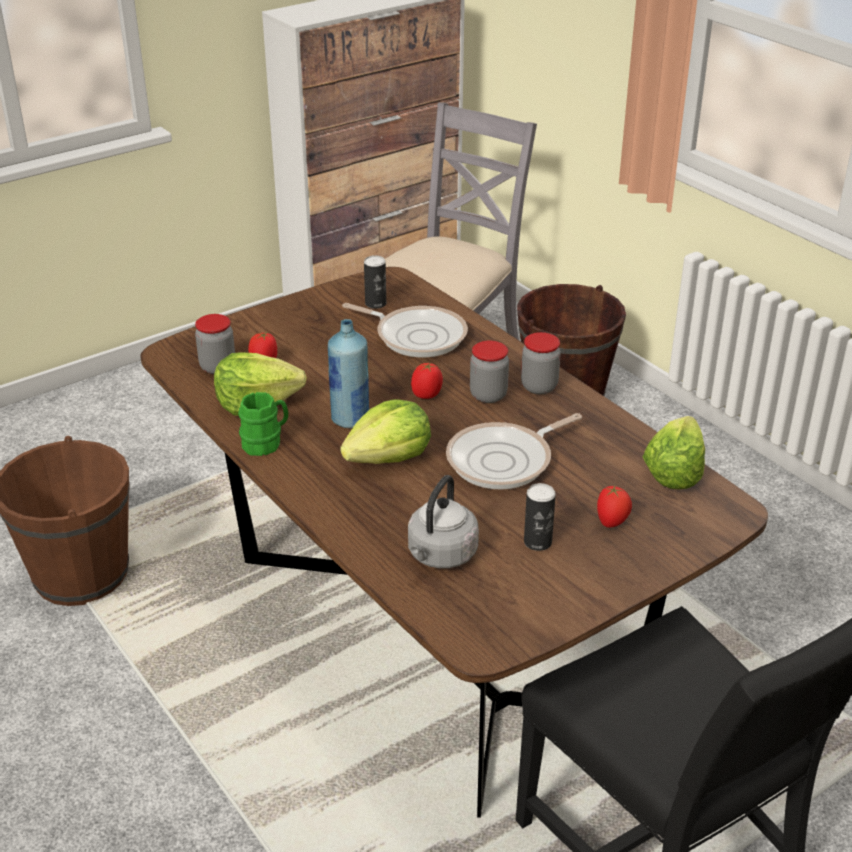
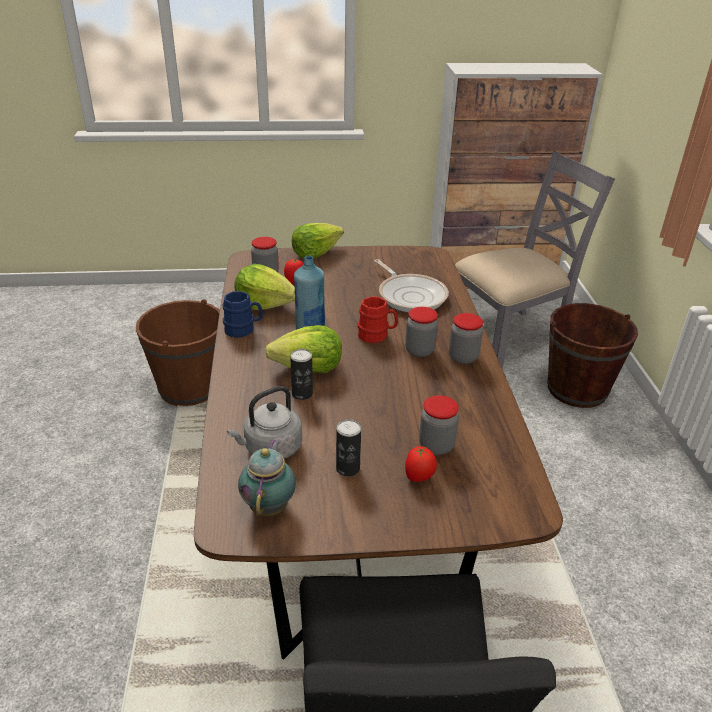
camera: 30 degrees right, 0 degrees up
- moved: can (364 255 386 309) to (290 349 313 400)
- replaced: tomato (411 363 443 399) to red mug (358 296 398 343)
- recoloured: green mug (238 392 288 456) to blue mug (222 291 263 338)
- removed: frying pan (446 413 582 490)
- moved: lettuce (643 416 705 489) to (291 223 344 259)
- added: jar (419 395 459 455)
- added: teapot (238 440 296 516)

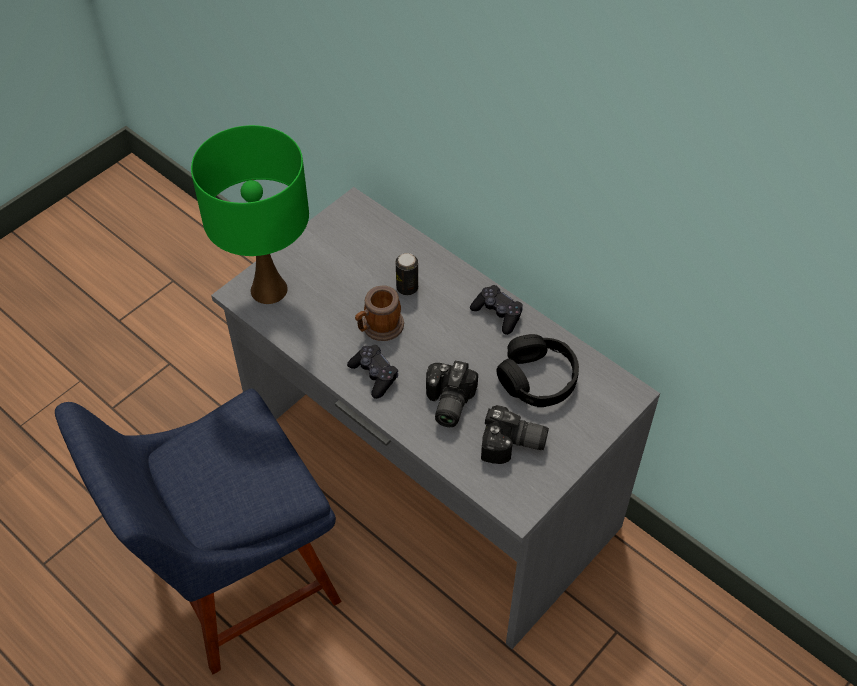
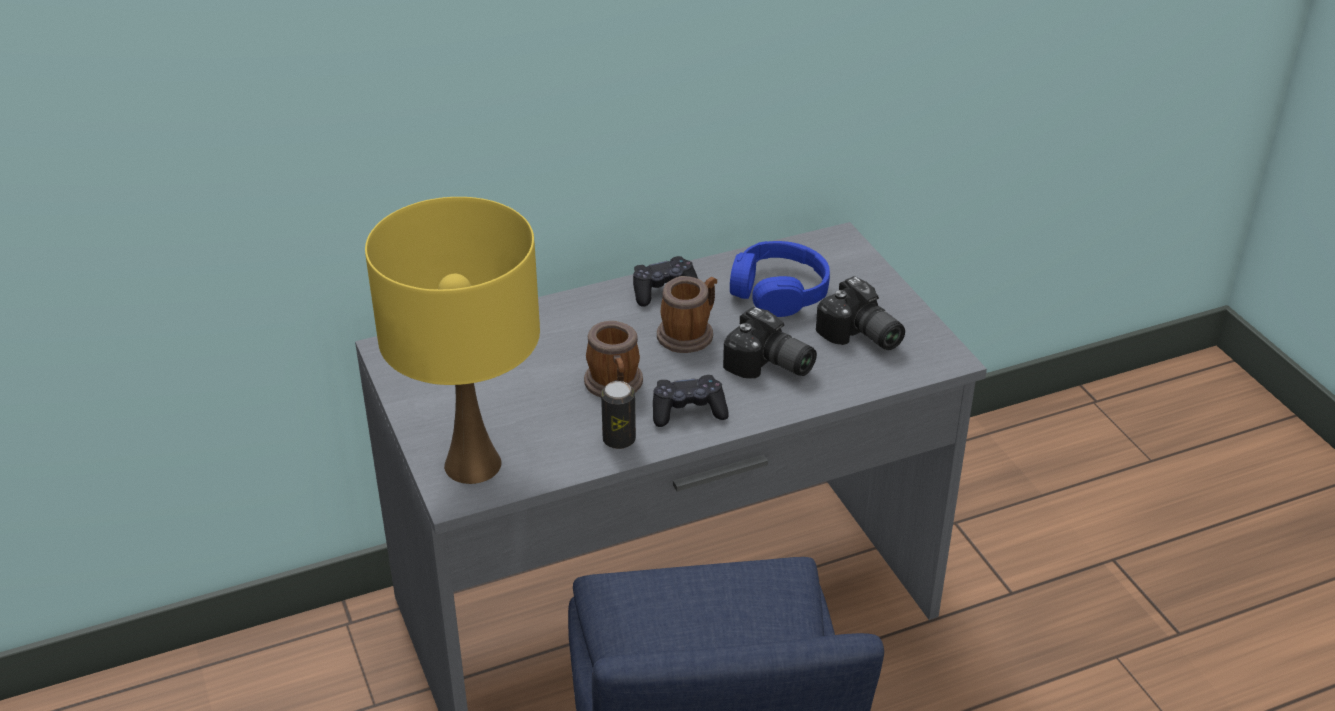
camera: 65 degrees left, 15 degrees down
- recoloured: green table lamp (191 125 309 304) to yellow table lamp (365 197 540 484)
- moved: can (396 253 418 295) to (601 381 636 449)
- recoloured: black headphones (497 334 579 407) to blue headphones (730 241 830 317)
- turned: photo camera (481 405 549 464) = (816 276 905 350) 105 degrees clockwise
- added: mug (657 276 717 353)

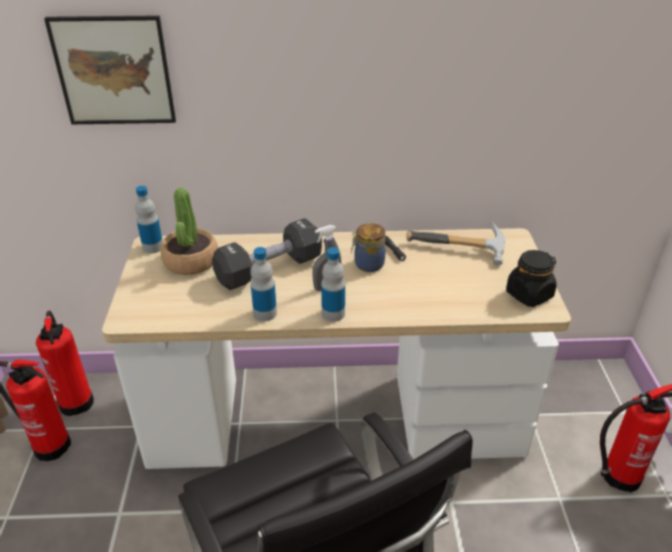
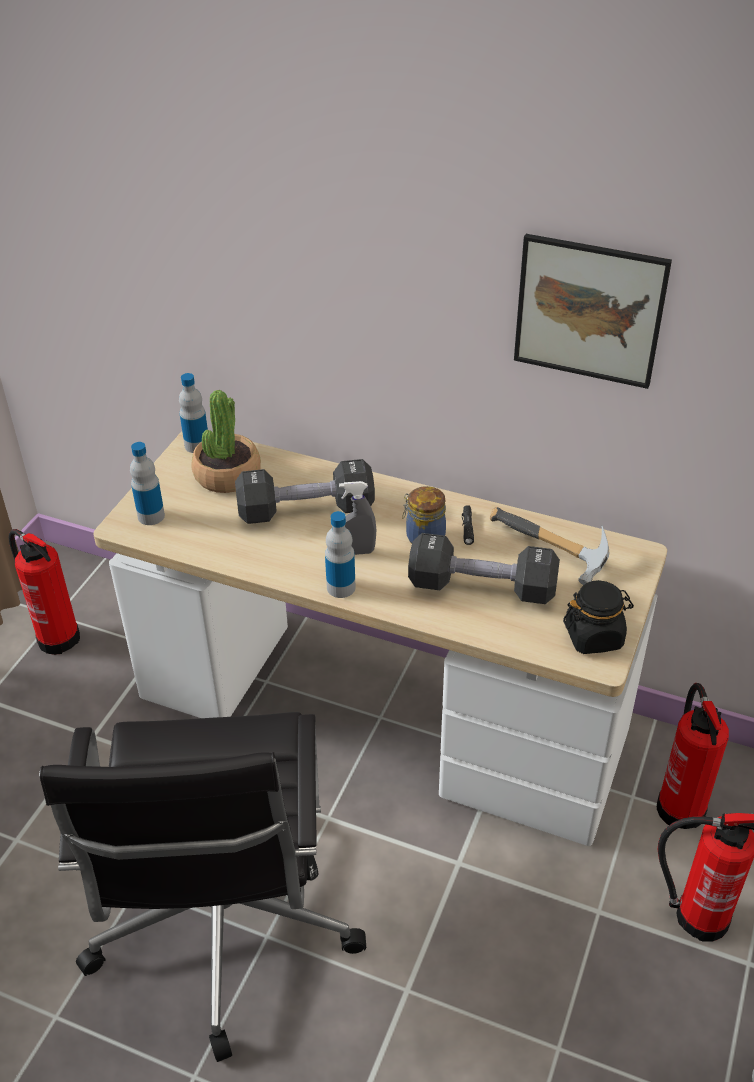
camera: 25 degrees right, 5 degrees up
- moved: picture (44 15 176 124) to (514 234 672 389)
- moved: bottle (251 247 277 321) to (130 442 165 525)
- moved: fire extinguisher (36 311 94 416) to (657 683 729 829)
- added: black dumbbell (408 533 560 604)

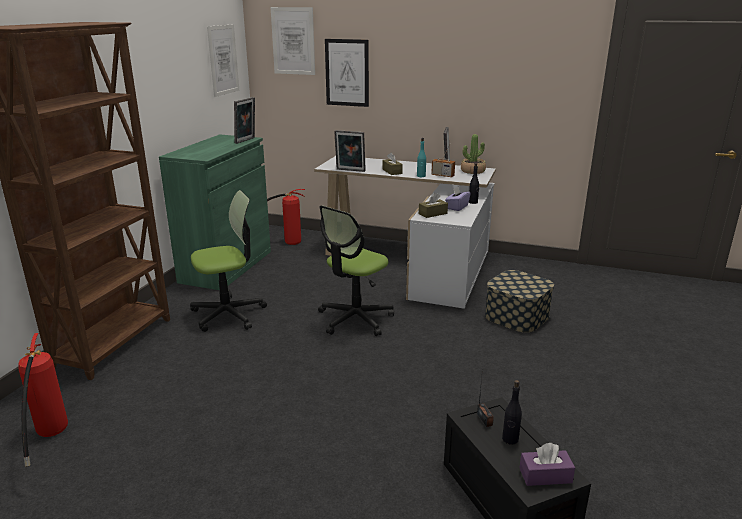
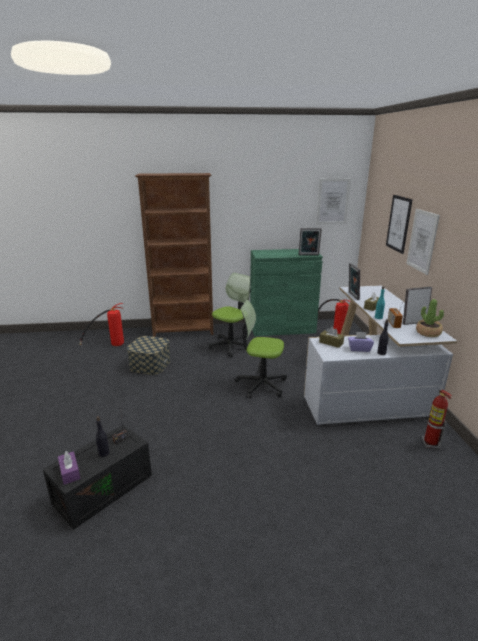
camera: 65 degrees right, 0 degrees up
- moved: picture (271 7 315 75) to (406 209 440 275)
- turned: office chair (190 190 267 332) = (209 273 251 357) 90 degrees counterclockwise
- moved: storage box (485 270 554 333) to (127 336 170 375)
- added: fire extinguisher (422 390 452 449)

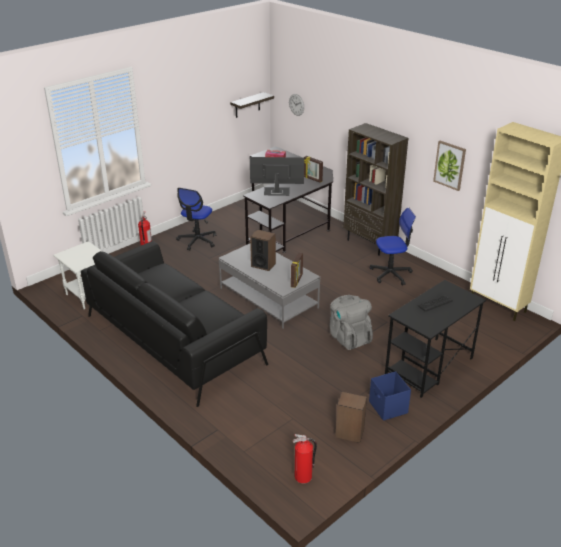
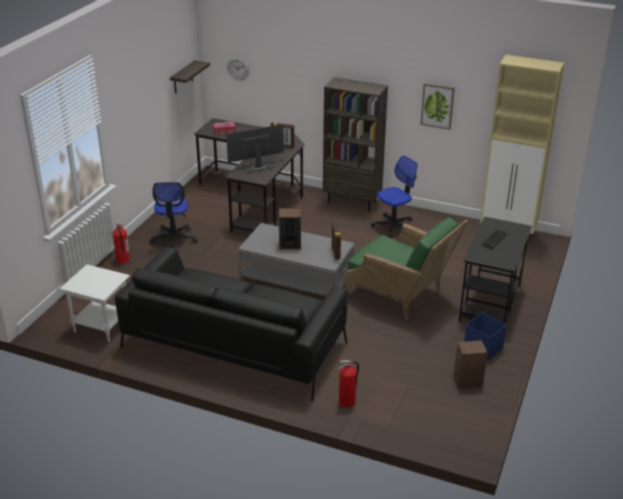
camera: 25 degrees left, 0 degrees up
- replaced: grey backpack (330 295 373 350) to green armchair (346 217 468 322)
- moved: fire extinguisher (293 434 317 484) to (338 360 359 408)

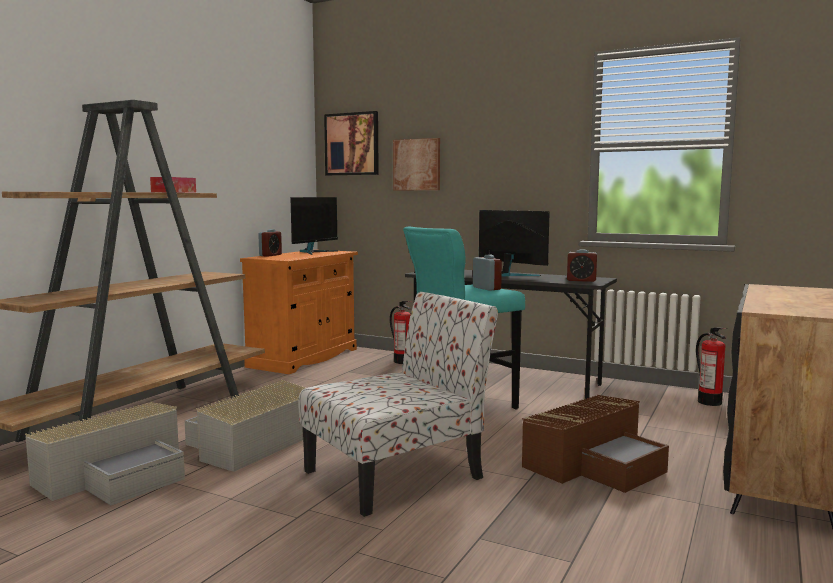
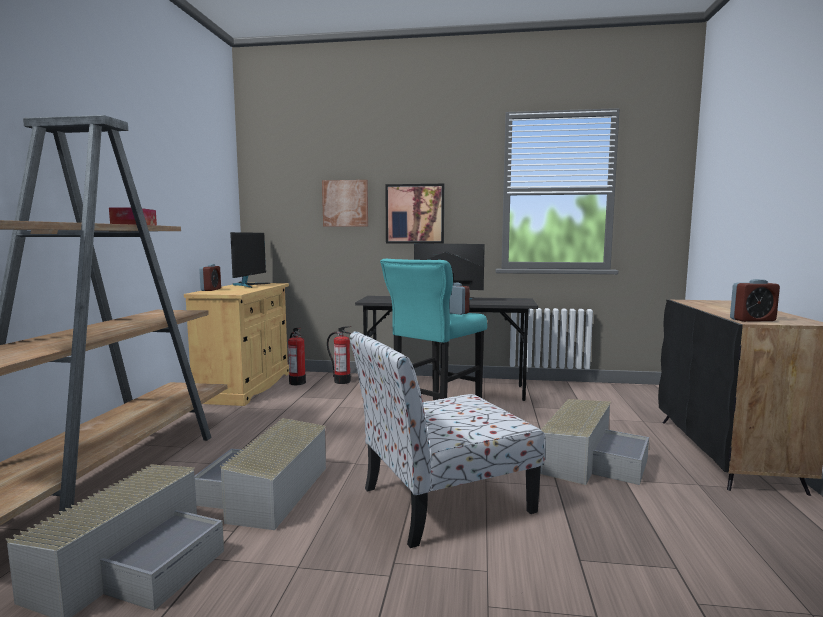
camera: 20 degrees left, 0 degrees up
- moved: picture (324 111 379 176) to (385 184 444 244)
- moved: alarm clock (567 249 597 282) to (730 279 780 322)
- recoloured: orange cabinet (240 251 358 374) to beige cabinet (184 283 289 406)
- turned: chair (298 292 498 517) = (350 331 546 548) 150 degrees counterclockwise
- moved: fire extinguisher (696 327 728 406) to (288 328 306 385)
- recoloured: brown storage box (522 395 669 493) to grey storage box (540 399 649 485)

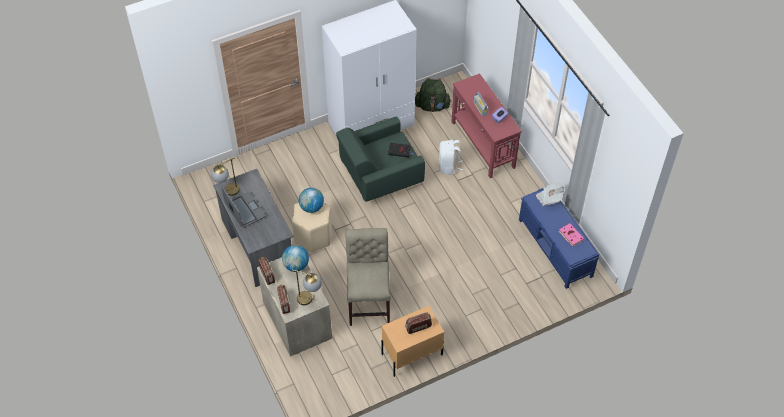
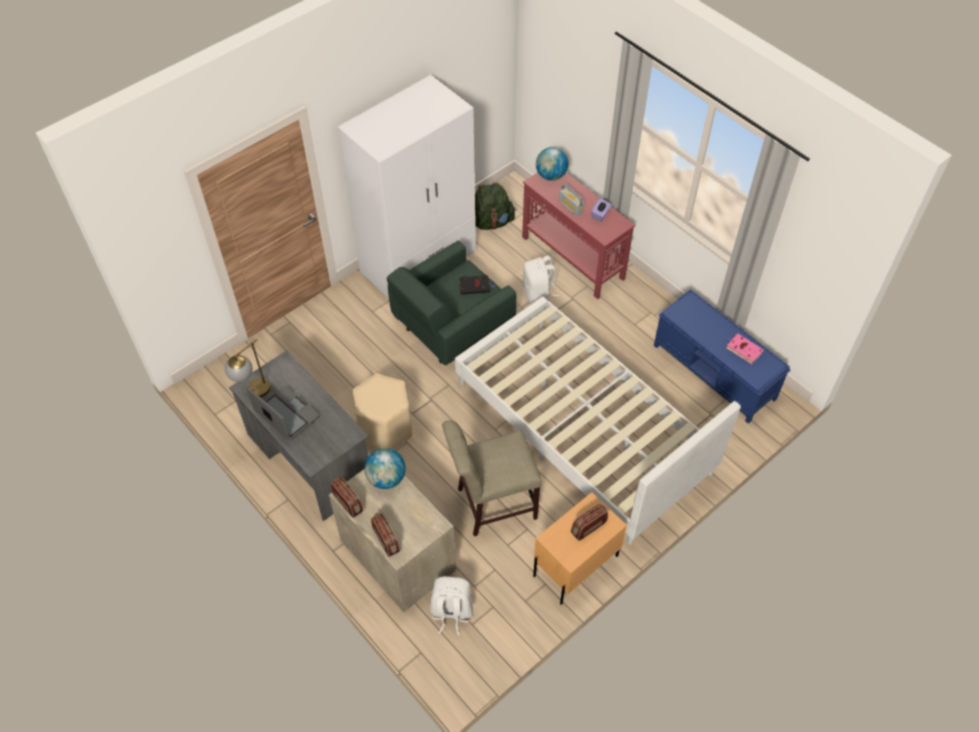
camera: 15 degrees left, 0 degrees up
- removed: newspaper (536 182 565 206)
- moved: globe (299 188 324 213) to (536 147 568 181)
- turned: beige chair (346 228 390 326) = (442 421 542 536) 90 degrees counterclockwise
- removed: table lamp (292 269 322 305)
- added: white bed (455 296 741 545)
- added: white backpack (430 576 473 635)

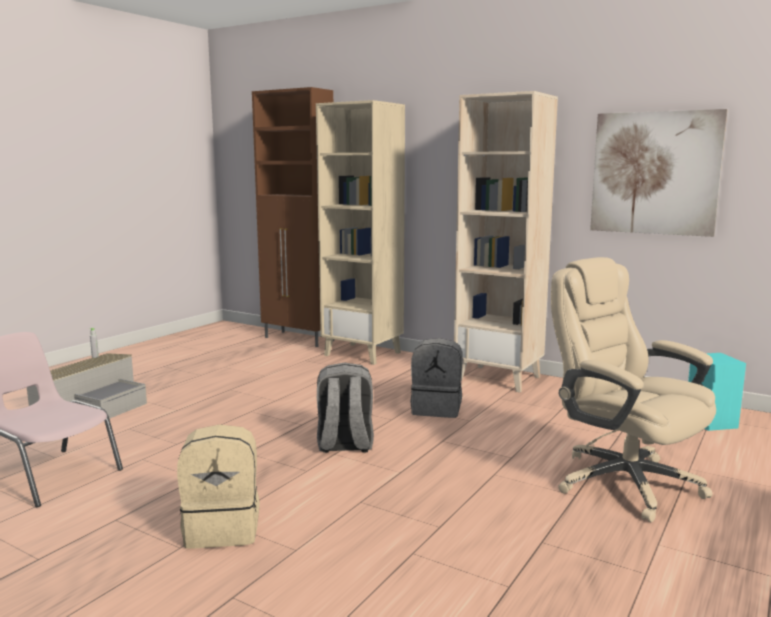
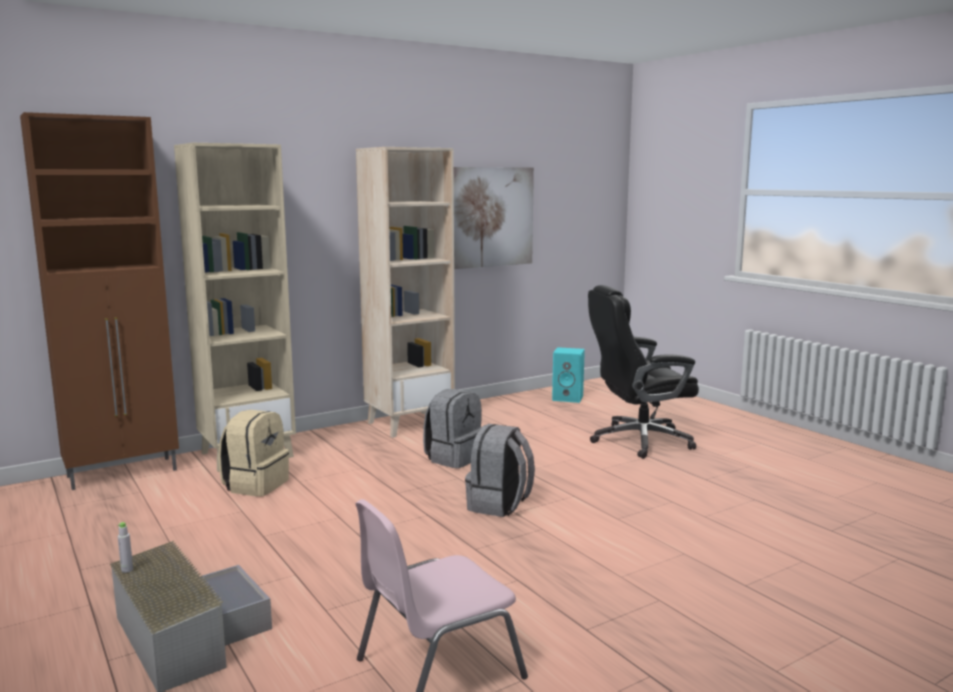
camera: 65 degrees left, 0 degrees up
- recoloured: beige office chair (551 257 716 522) to black office chair (588 285 699 459)
- moved: beige backpack (177 424 260 548) to (219 410 289 497)

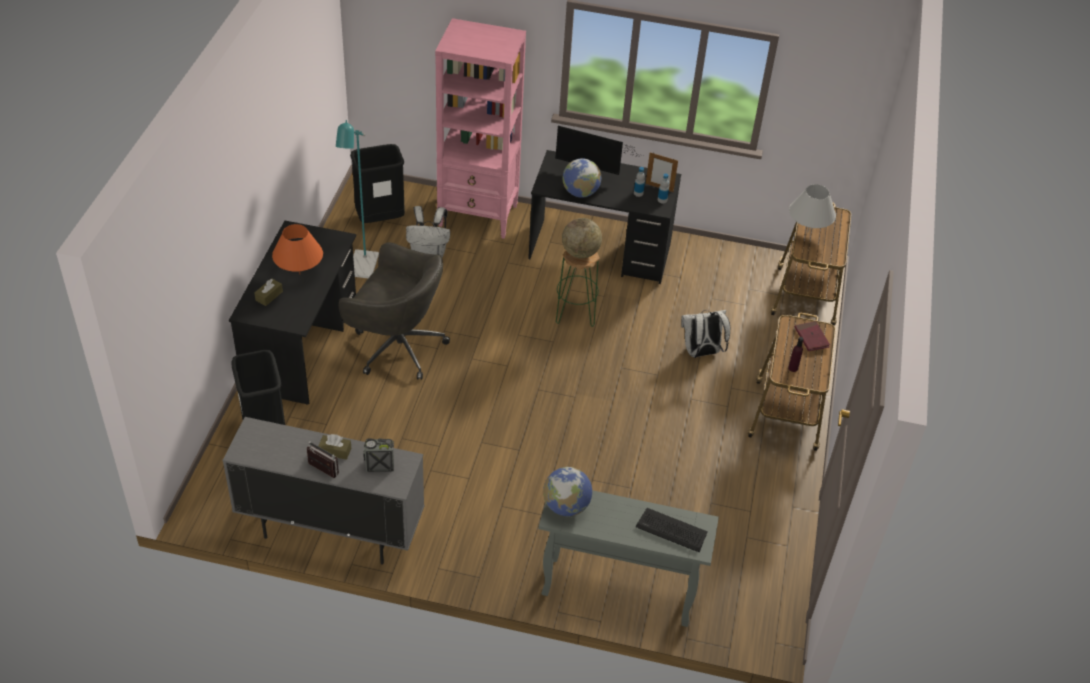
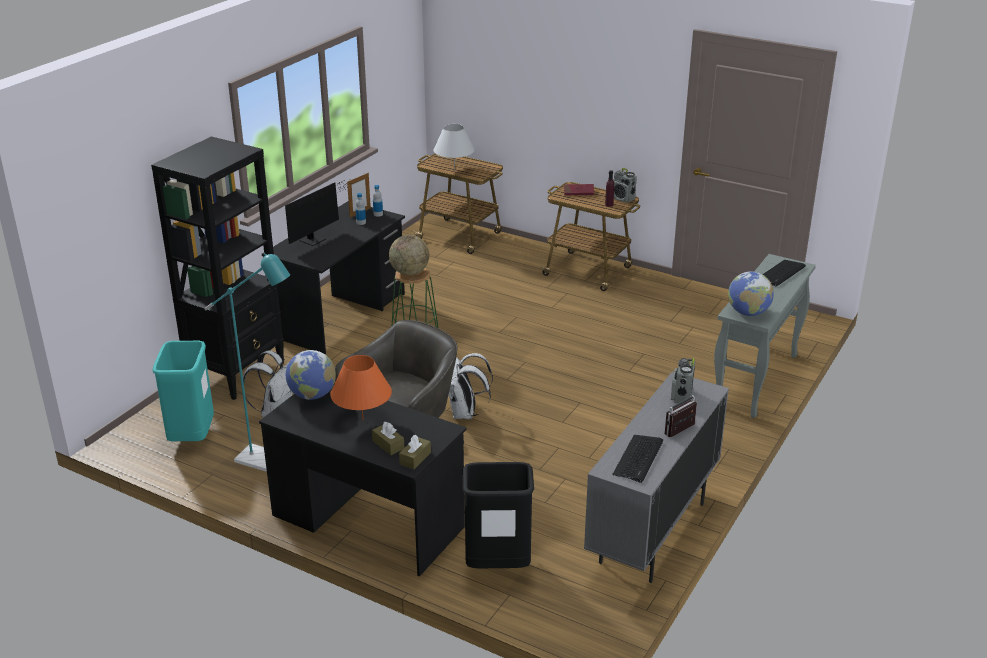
camera: 70 degrees left, 15 degrees down
- recoloured: pink bookcase (435 18 526 239) to black bookcase (151 136 284 400)
- recoloured: black trash can (350 144 405 223) to turquoise trash can (152 341 214 441)
- moved: globe (562 158 602 198) to (286 350 336 400)
- moved: white backpack (681 310 730 358) to (448 353 493 419)
- moved: brown tissue box (318 434 351 460) to (399 435 431 469)
- added: radio (613 168 637 202)
- added: keyboard (612 435 663 483)

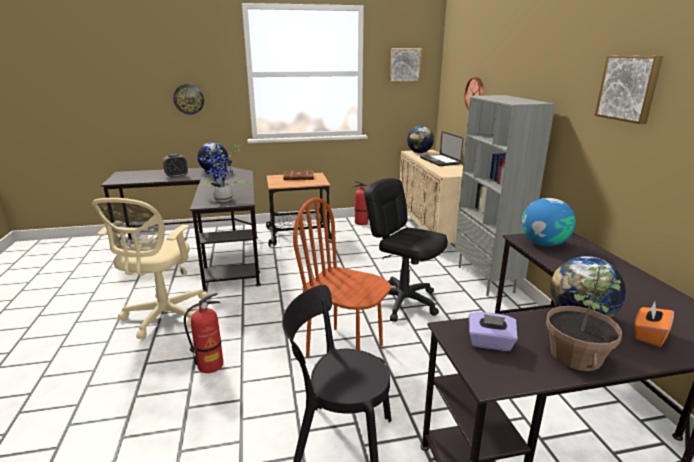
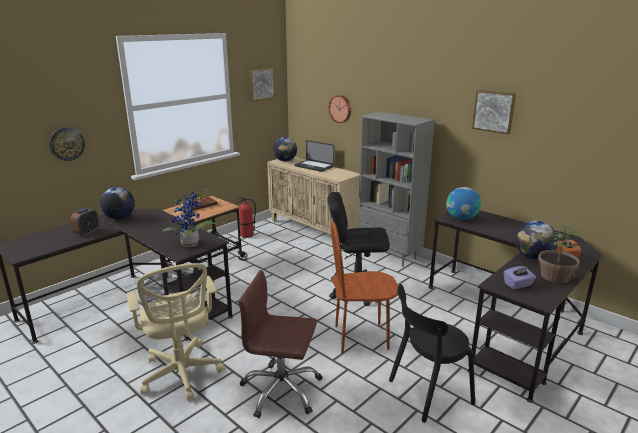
camera: 35 degrees left, 0 degrees up
- replaced: fire extinguisher (184 293 223 373) to brown office chair (238 270 322 419)

